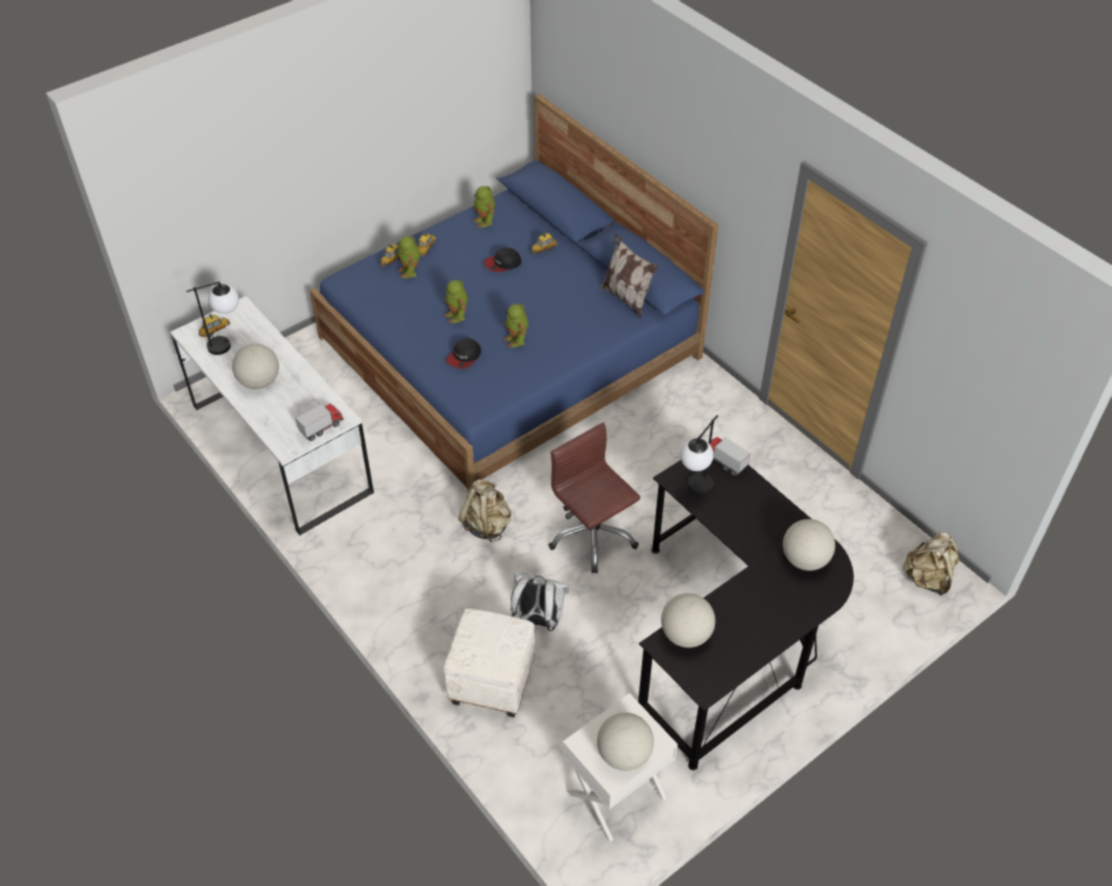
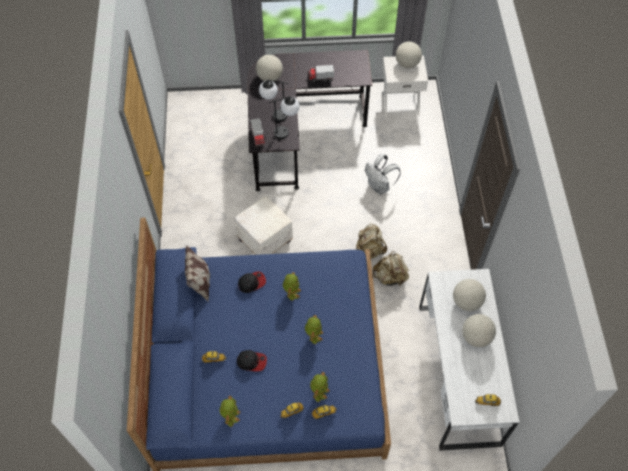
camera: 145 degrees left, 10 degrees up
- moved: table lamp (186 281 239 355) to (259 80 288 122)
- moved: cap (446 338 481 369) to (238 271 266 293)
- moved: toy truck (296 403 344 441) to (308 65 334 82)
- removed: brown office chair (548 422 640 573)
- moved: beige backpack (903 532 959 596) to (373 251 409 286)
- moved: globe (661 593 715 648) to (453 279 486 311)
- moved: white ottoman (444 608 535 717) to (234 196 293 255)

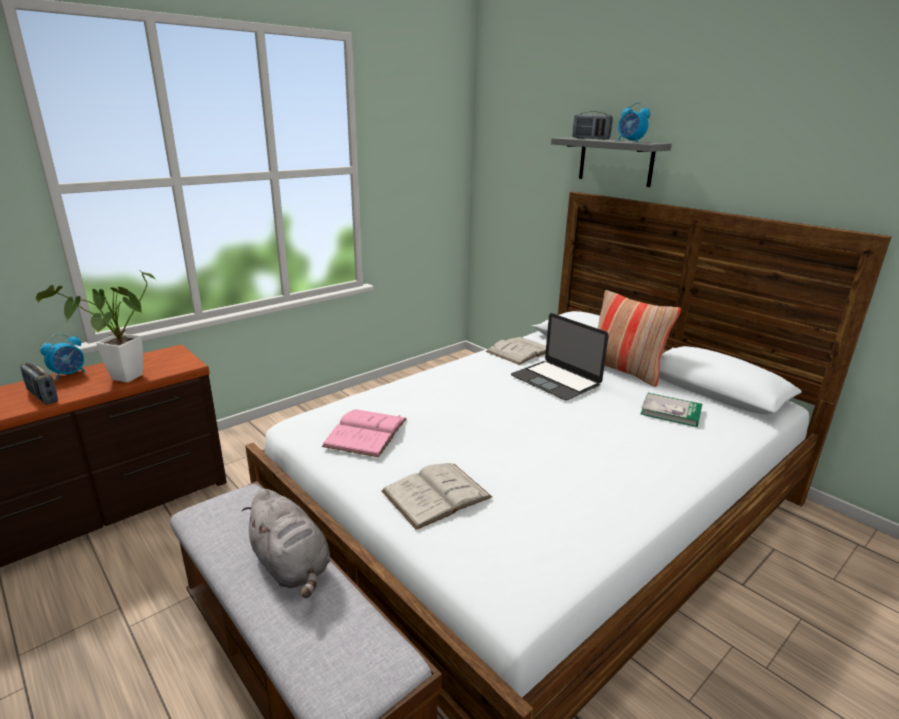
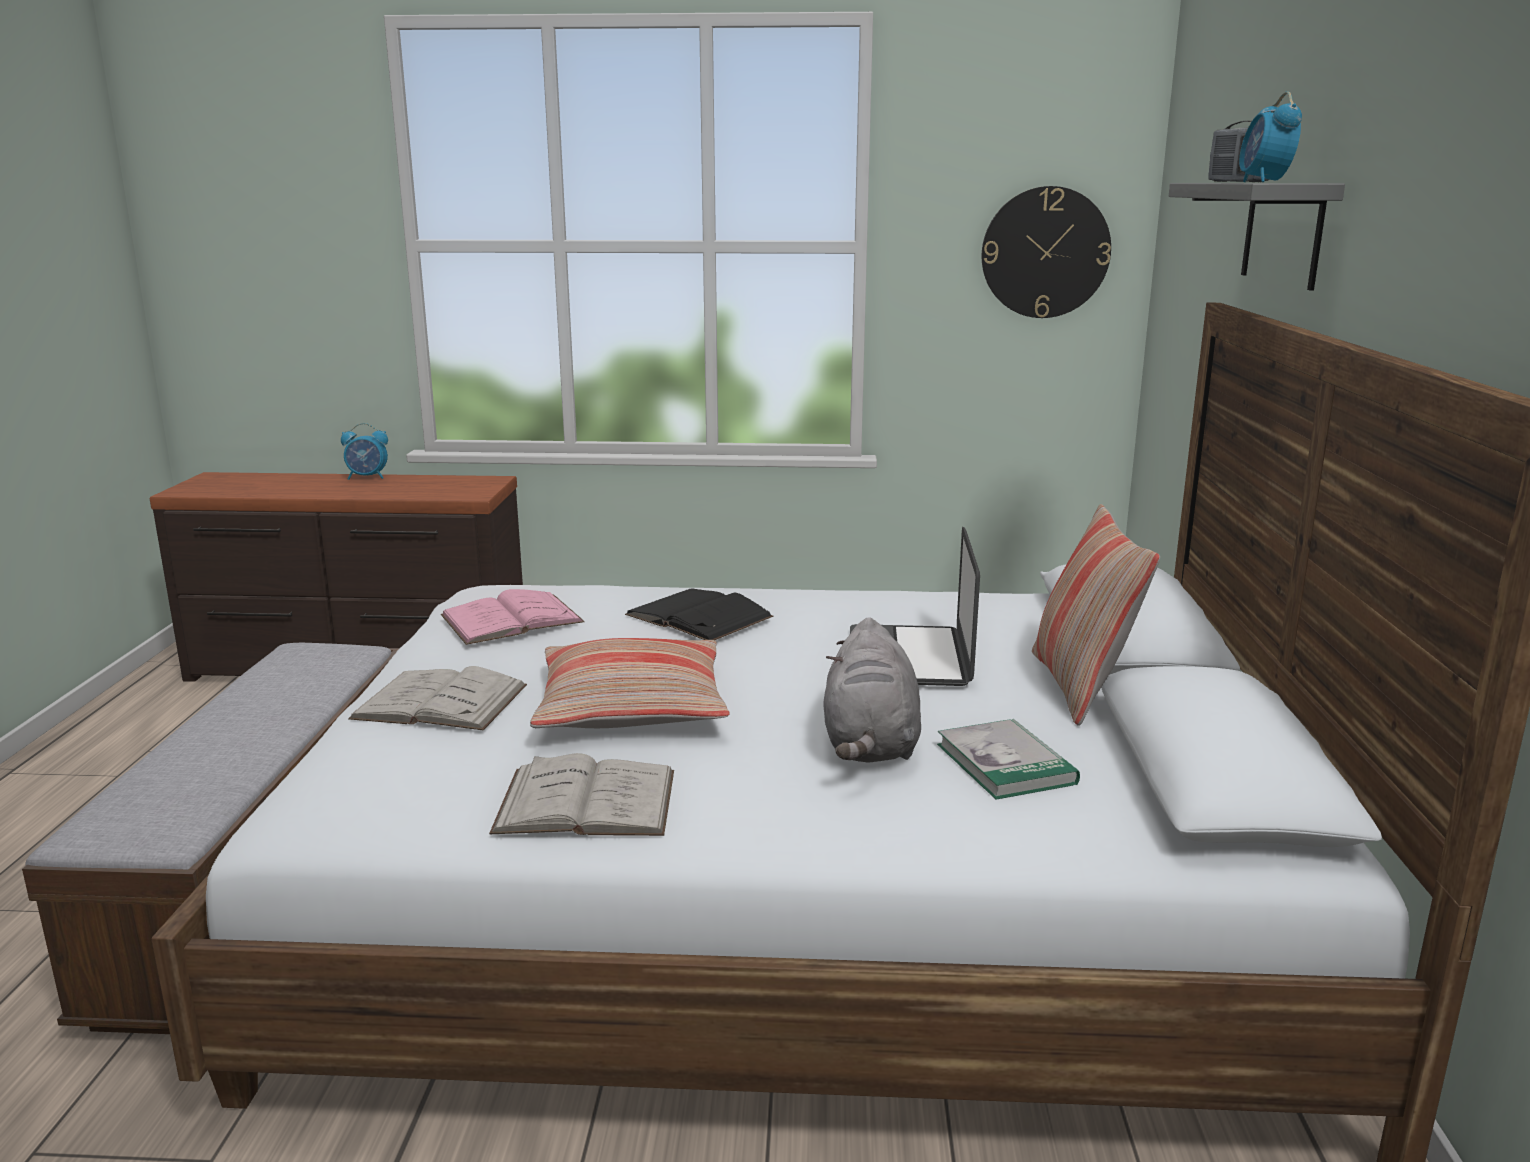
camera: 45 degrees right, 5 degrees down
- removed: potted plant (36 271 157 382)
- moved: white book (486 337 546 365) to (489 753 674 836)
- removed: radio (20 362 58 405)
- moved: grey plush toy (242 489 330 598) to (824 617 921 763)
- added: wall clock (982 186 1111 318)
- added: black book (625 588 773 640)
- added: pillow (530 638 730 728)

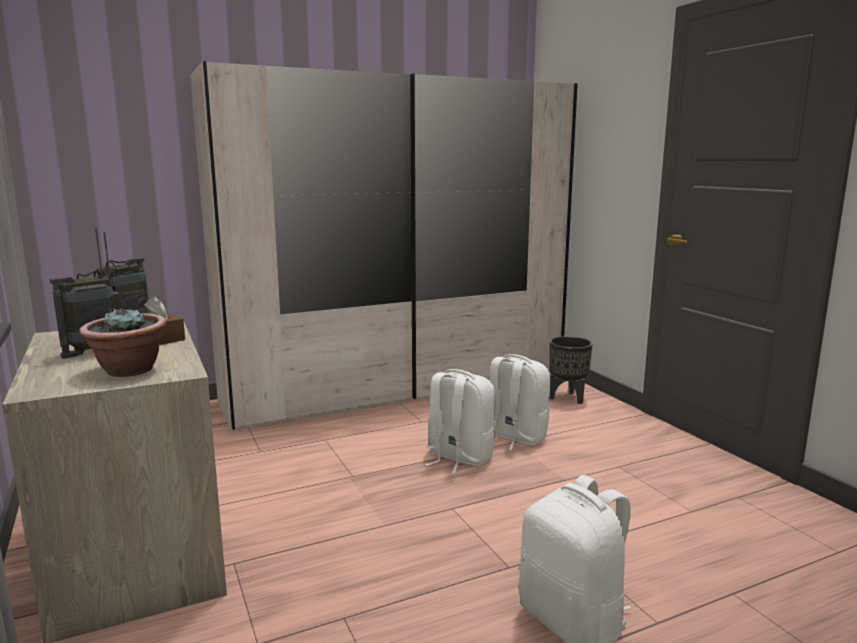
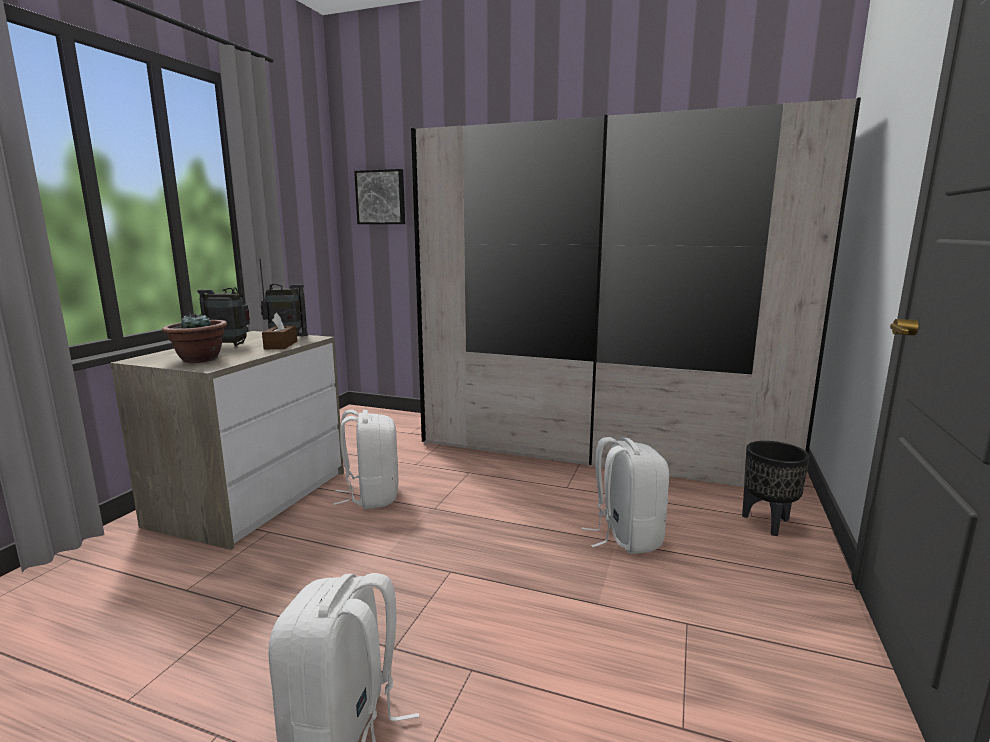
camera: 45 degrees right, 0 degrees up
- moved: white backpack (425 369 496 474) to (333 409 398 509)
- added: picture (354 169 405 224)

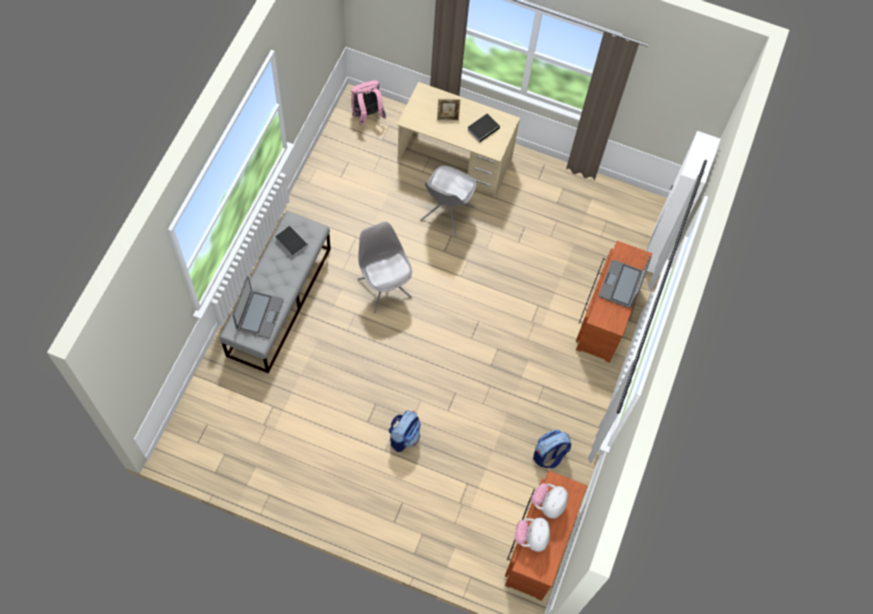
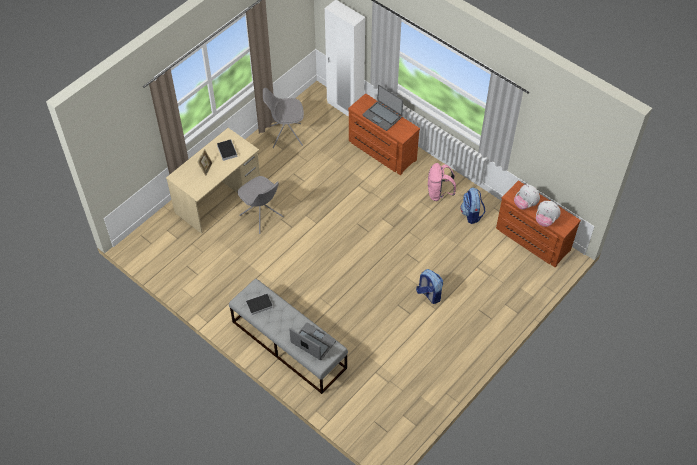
camera: 65 degrees left, 10 degrees down
- moved: pink backpack (351 80 386 126) to (427 163 456 201)
- moved: grey chair (358 222 412 313) to (263 88 304 148)

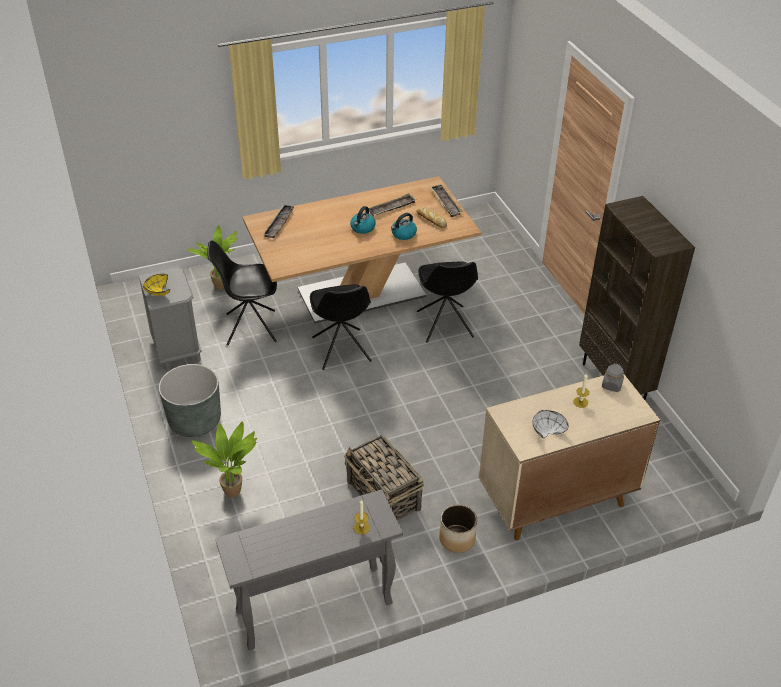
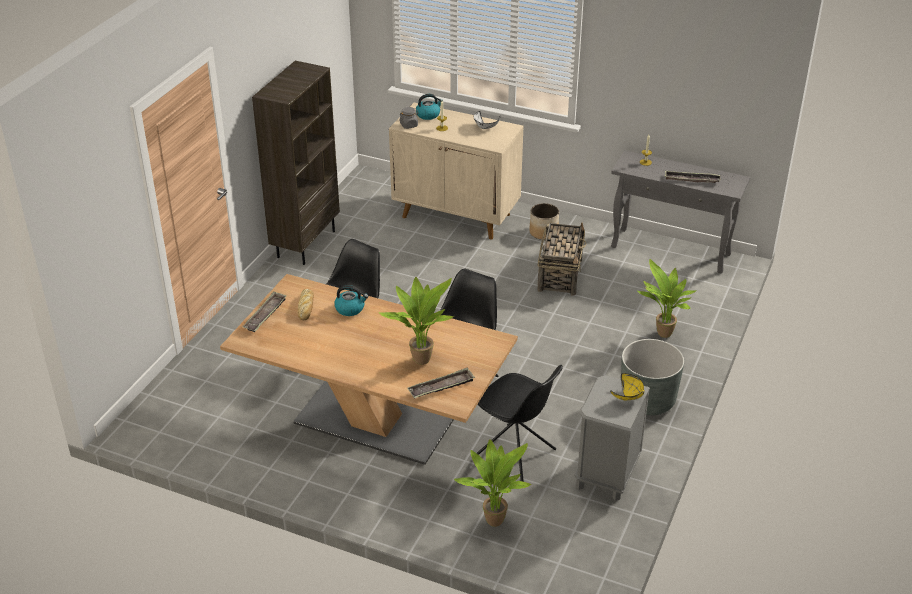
camera: 135 degrees left, 5 degrees down
- moved: tray (369 193 416 216) to (665 171 720 183)
- moved: kettle (350 206 376 234) to (416 94 443 120)
- added: potted plant (379 277 454 365)

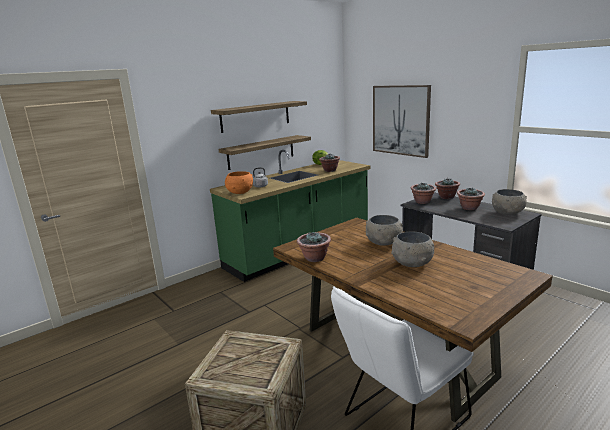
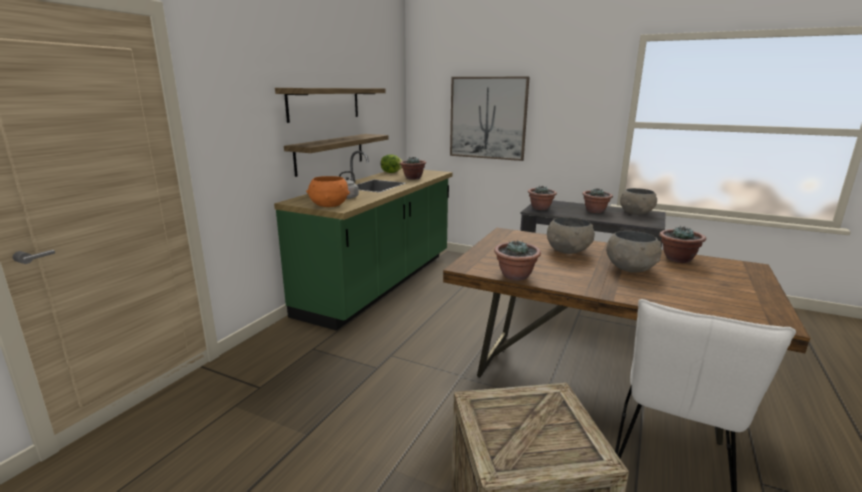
camera: 25 degrees left, 0 degrees up
- moved: potted plant (435 178 460 199) to (659 226 706 263)

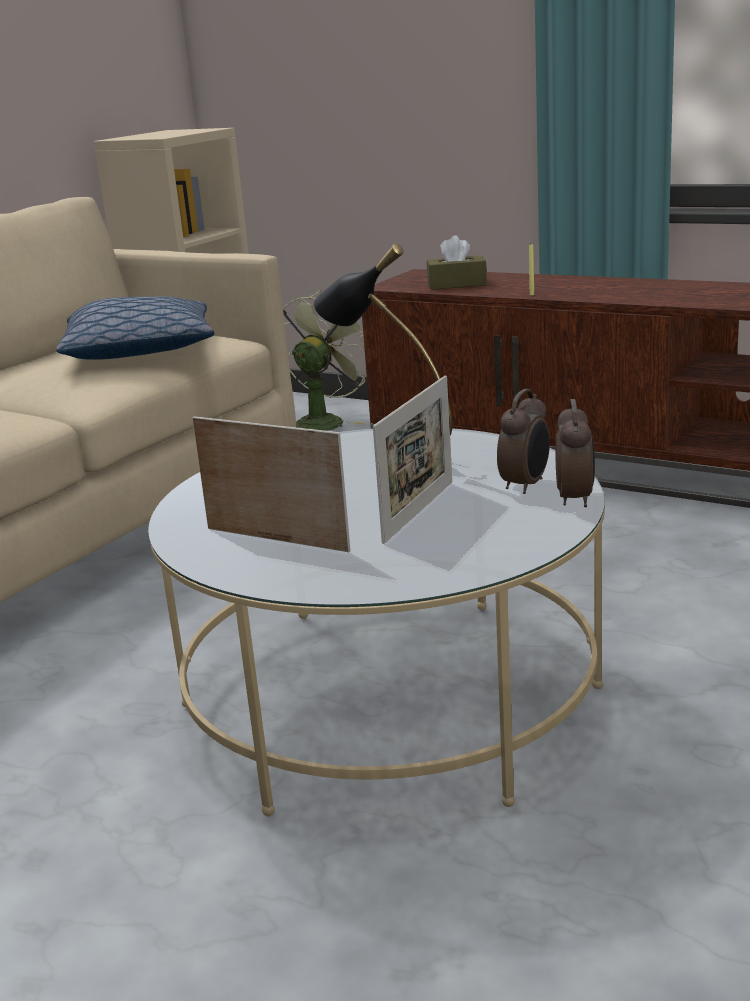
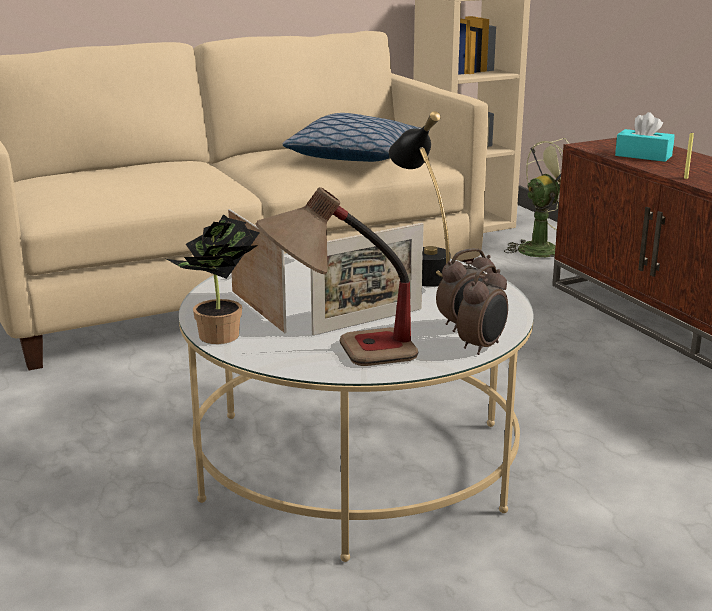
camera: 30 degrees right, 0 degrees up
- recoloured: brown tissue box (427 235 487 290) to turquoise tissue box (615 112 675 162)
- added: table lamp (256 187 418 366)
- added: potted plant (167 214 260 344)

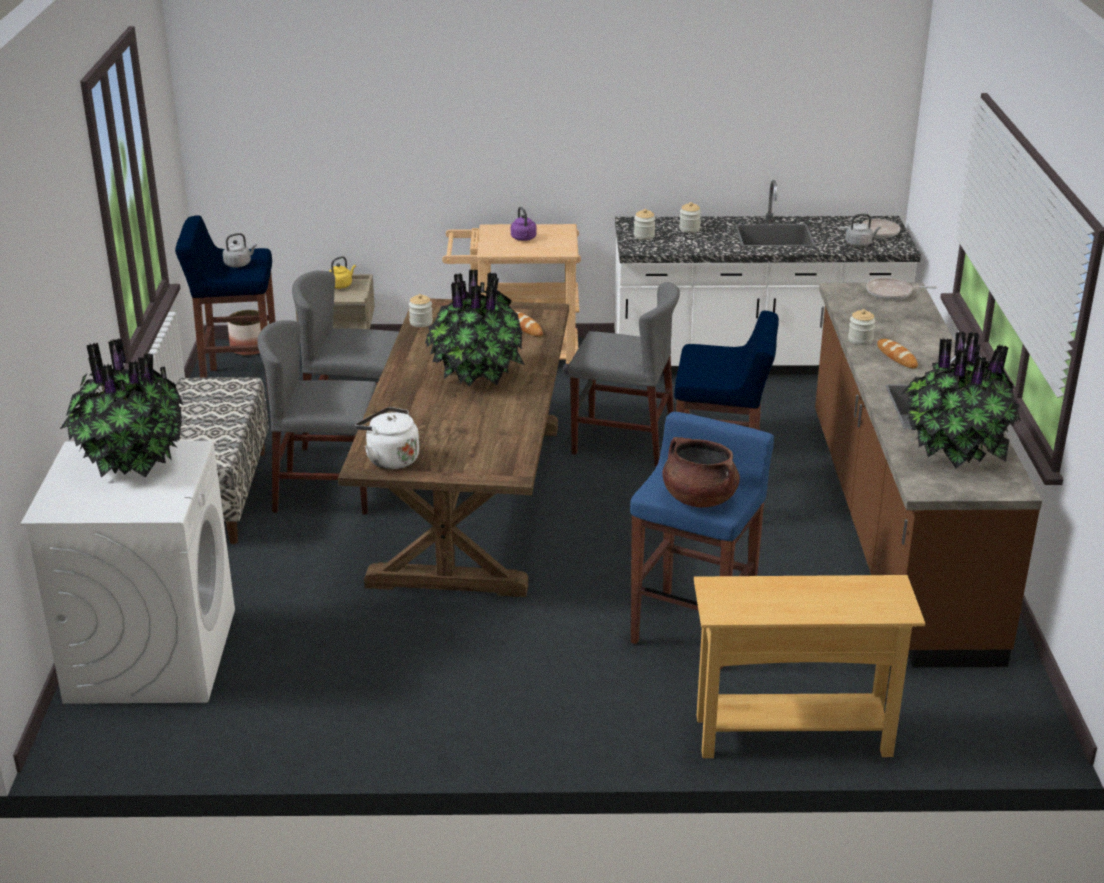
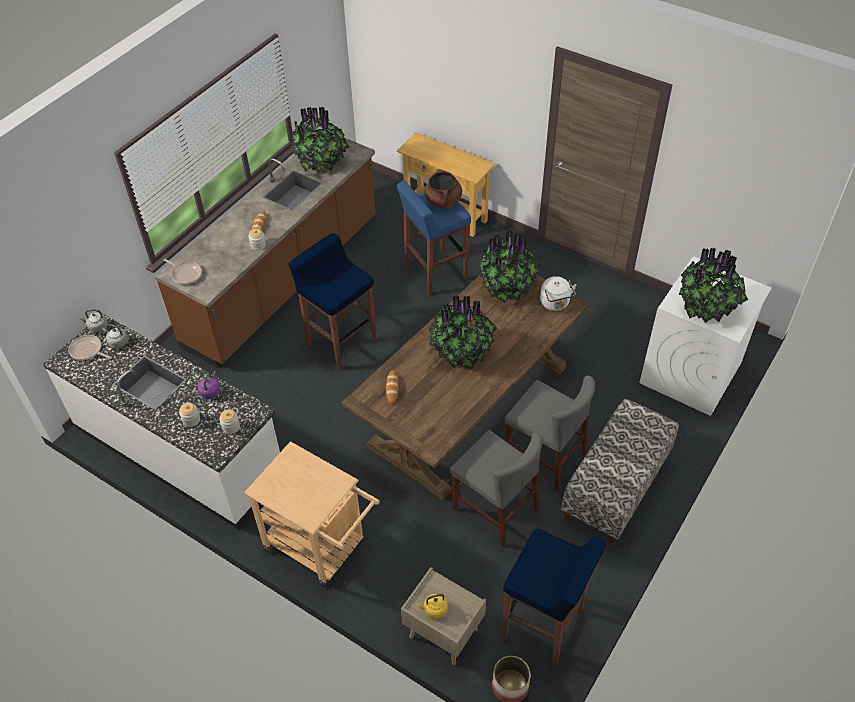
camera: 145 degrees left, 20 degrees up
- moved: purple kettle (511 207 537 241) to (198 371 220 399)
- moved: grey kettle (223 233 257 268) to (79 309 108 333)
- removed: grey chair (568 282 680 466)
- removed: jar (409 294 433 327)
- added: potted plant (477 230 540 303)

